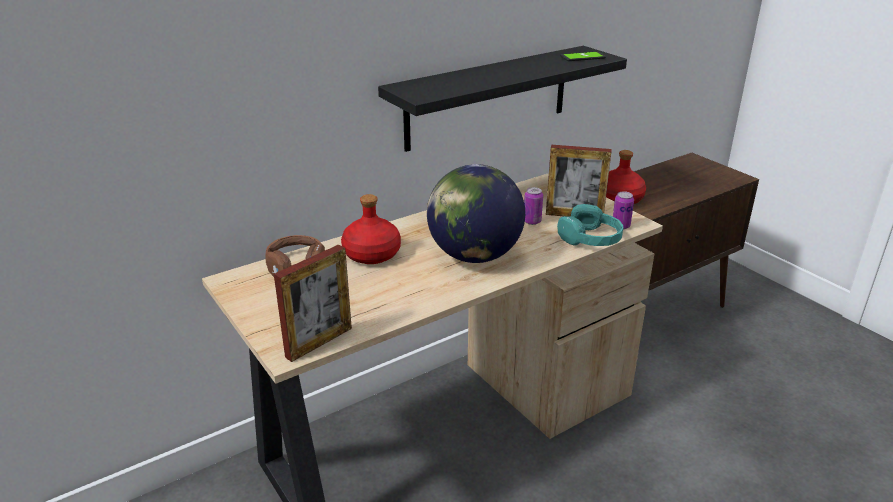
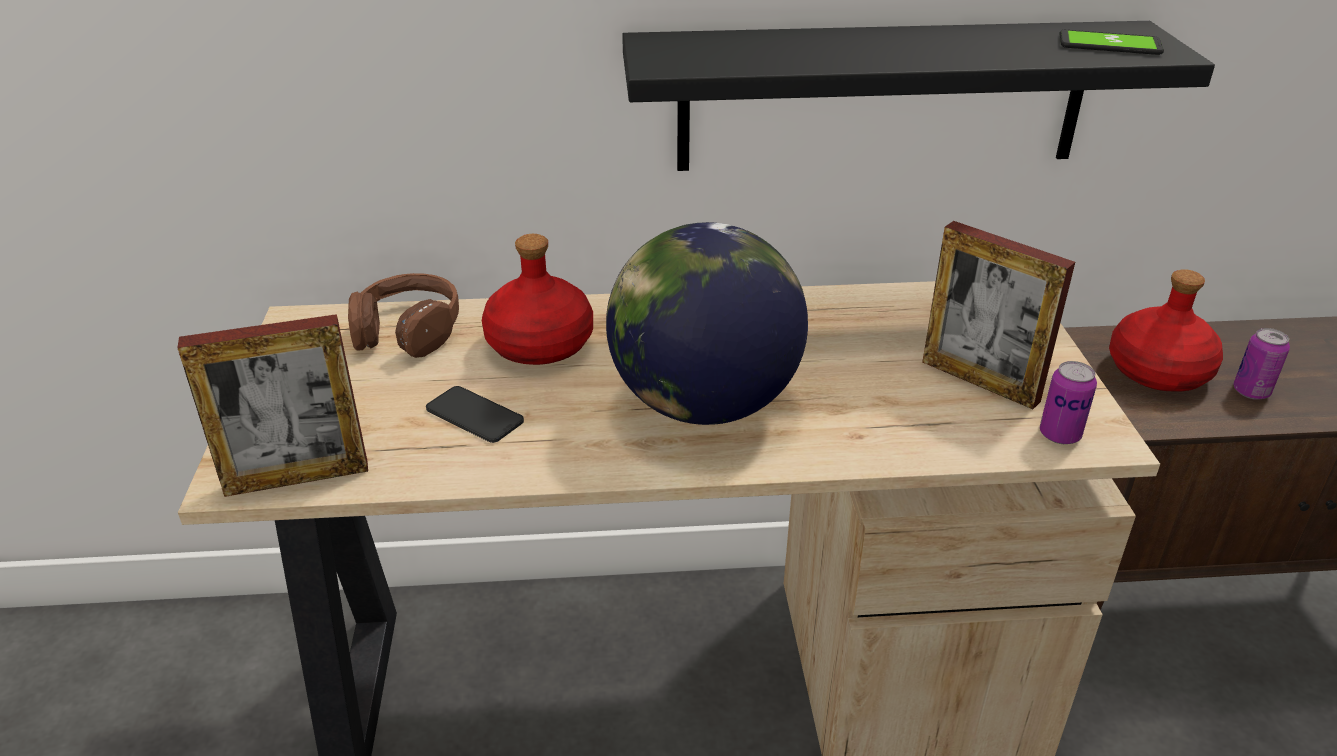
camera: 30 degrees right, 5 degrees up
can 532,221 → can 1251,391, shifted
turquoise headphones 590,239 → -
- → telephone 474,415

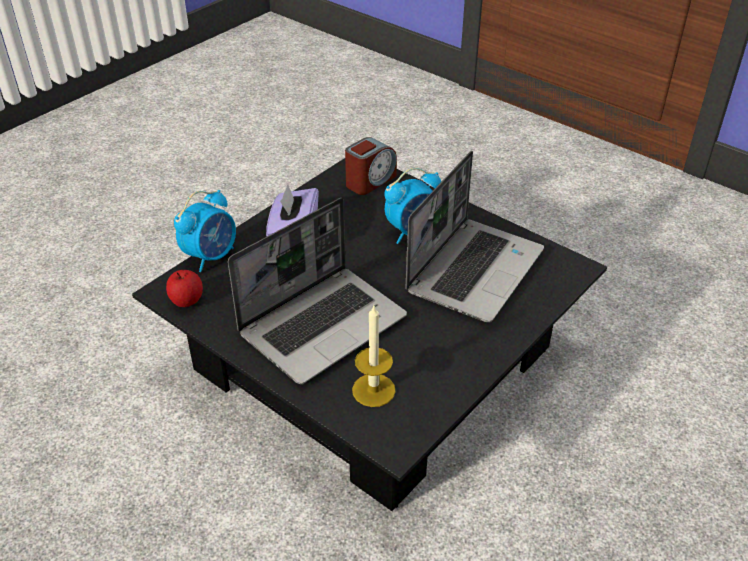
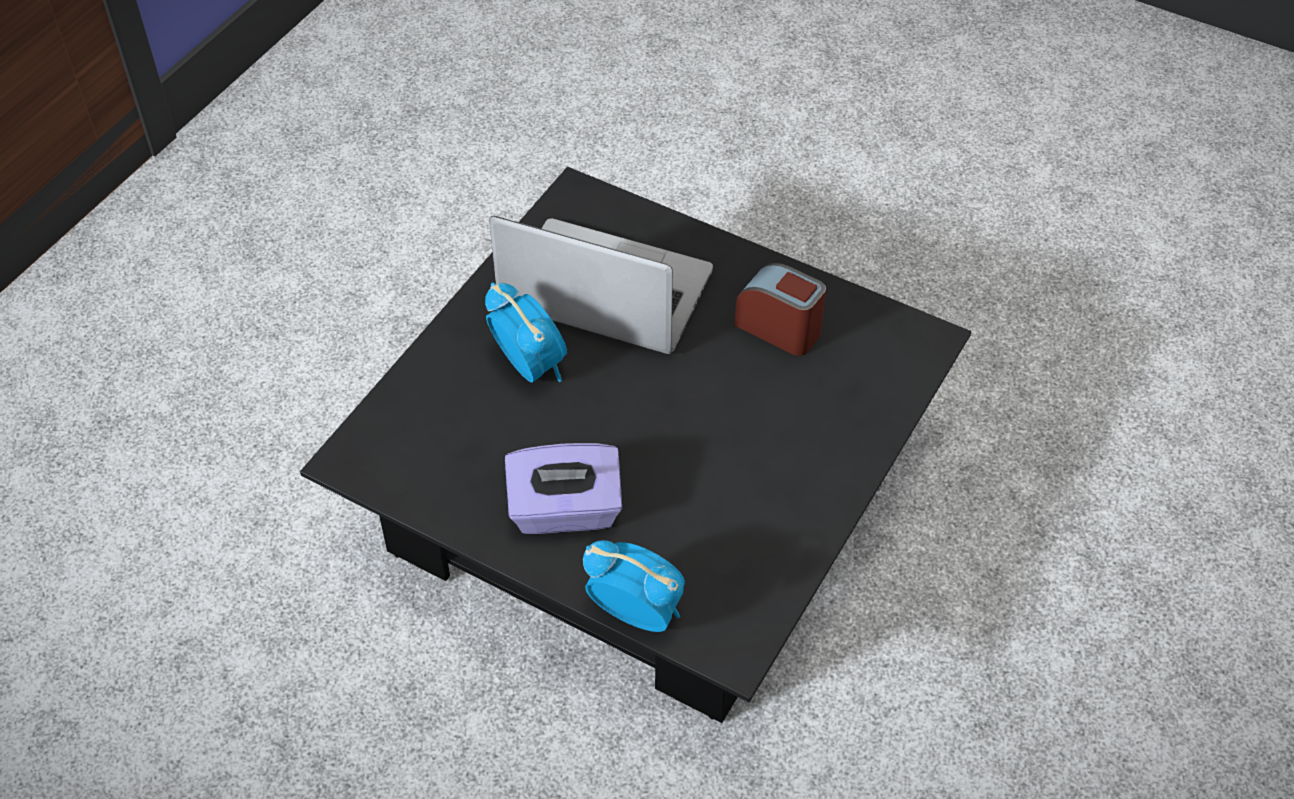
camera: 100 degrees left, 10 degrees up
apple 186,300 → -
laptop 323,324 → -
bedside clock 370,181 → bedside clock 779,328, shifted
candle 373,390 → -

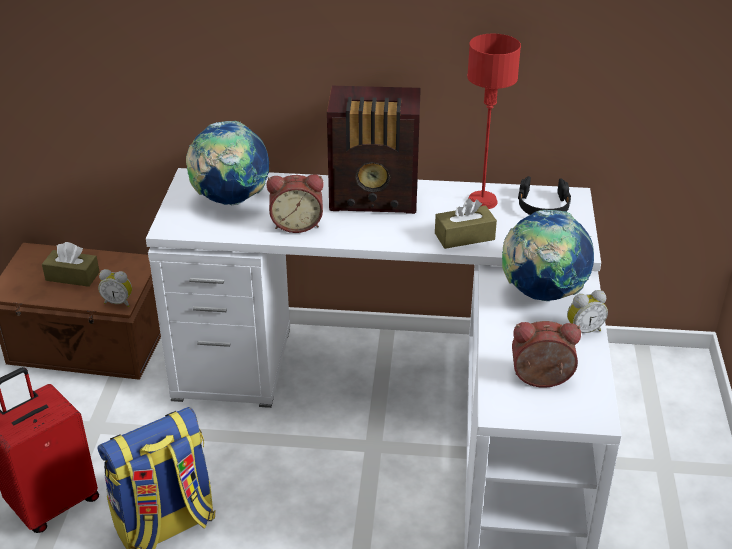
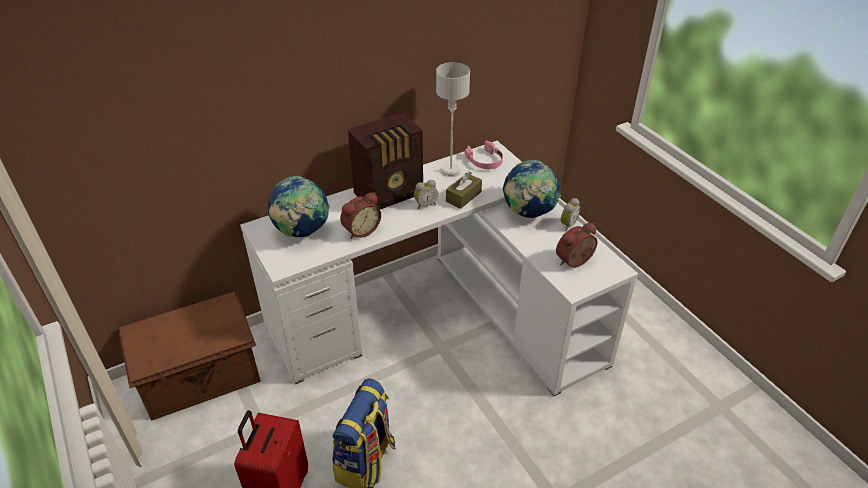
camera: 35 degrees left, 5 degrees up
brown box of tissues 72,276 → -
bedside clock 118,302 → bedside clock 425,204, shifted
red table lamp 481,201 → greyish table lamp 450,171
black-coloured headphones 543,206 → pinkish headphones 485,161

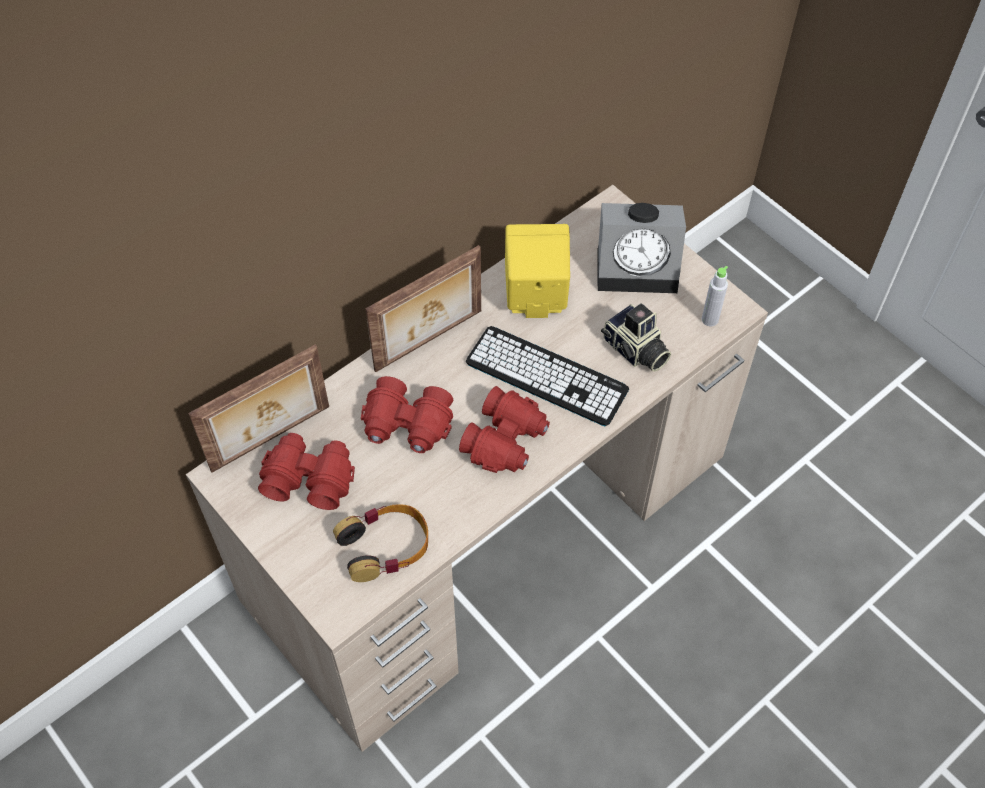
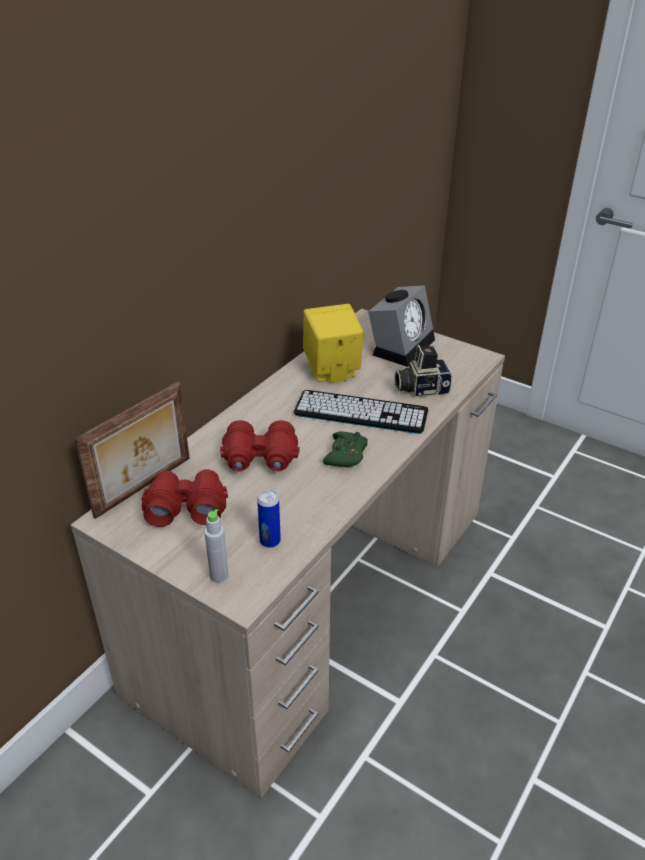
camera: 15 degrees left, 20 degrees down
headphones 385,546 → can 270,541
standing frame 429,342 → -
red field glasses 506,440 → green-coloured game controller 346,455
bedside clock 639,267 → bedside clock 401,345, 45 degrees counterclockwise
photo camera 635,351 → photo camera 421,388, 135 degrees clockwise
greyish bottle 710,319 → greyish bottle 219,576, shifted

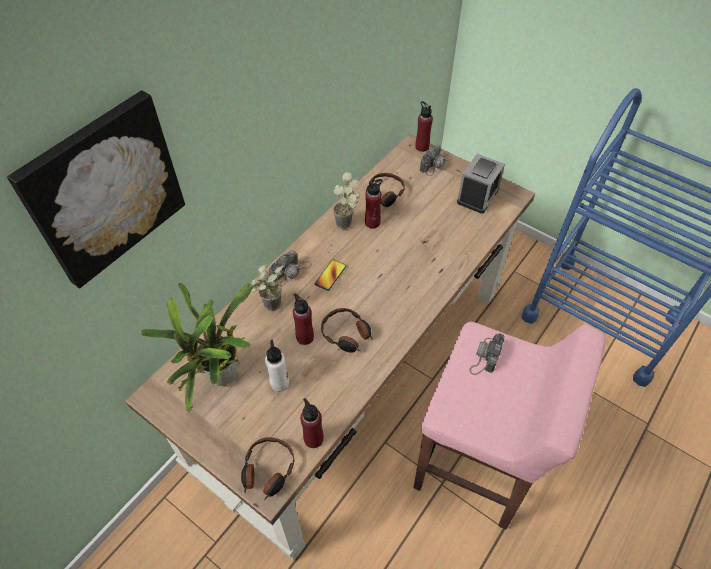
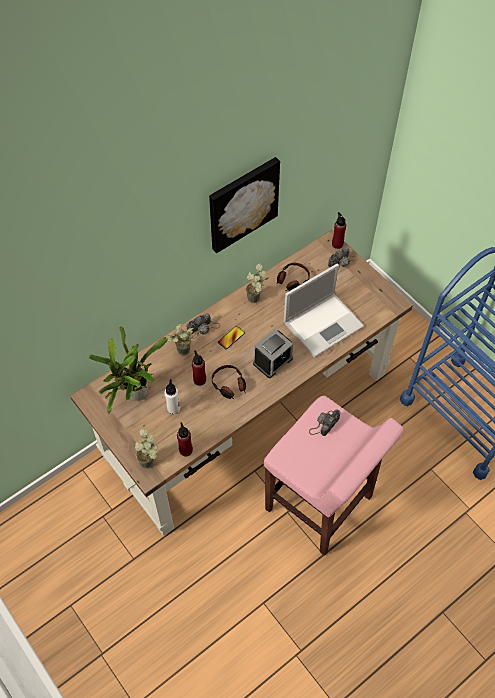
camera: 15 degrees right, 5 degrees up
wall art 103,189 → wall art 242,203, shifted
headphones 267,471 → potted plant 151,463
red bottle 372,223 → -
bedside clock 477,196 → bedside clock 272,361, shifted
- → laptop 324,323

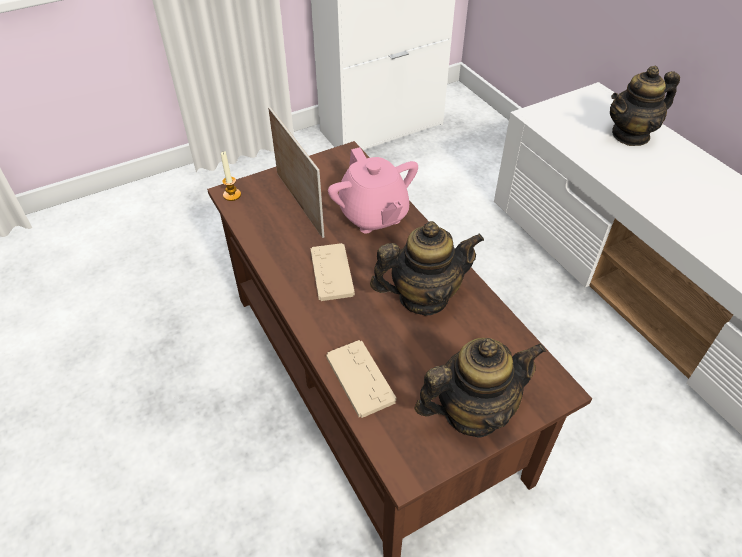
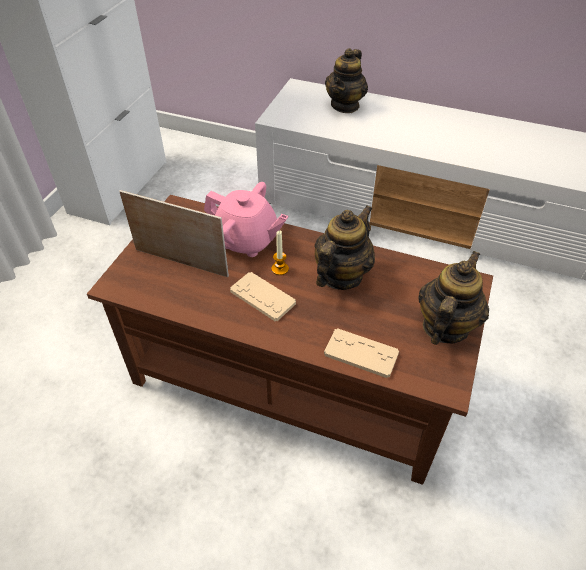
camera: 40 degrees left, 0 degrees up
candle 232,195 → candle 280,269, shifted

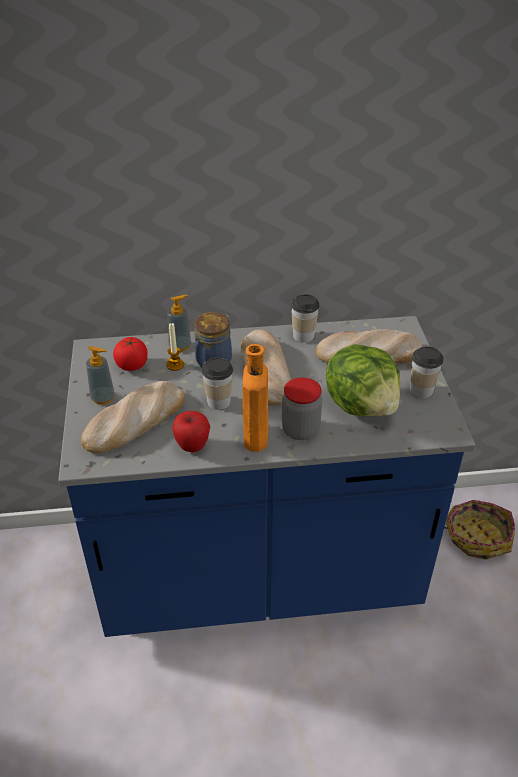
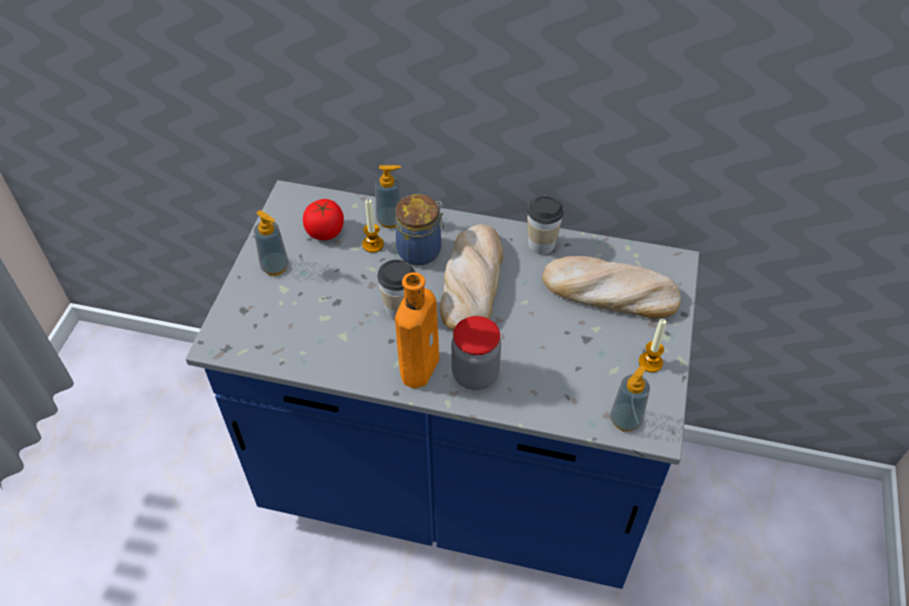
camera: 20 degrees right, 10 degrees up
bakery bread 134,422 → -
apple 192,446 → -
lettuce 362,405 → -
drinking cup 421,390 → candle 650,362
basket 476,536 → -
- → soap bottle 625,420

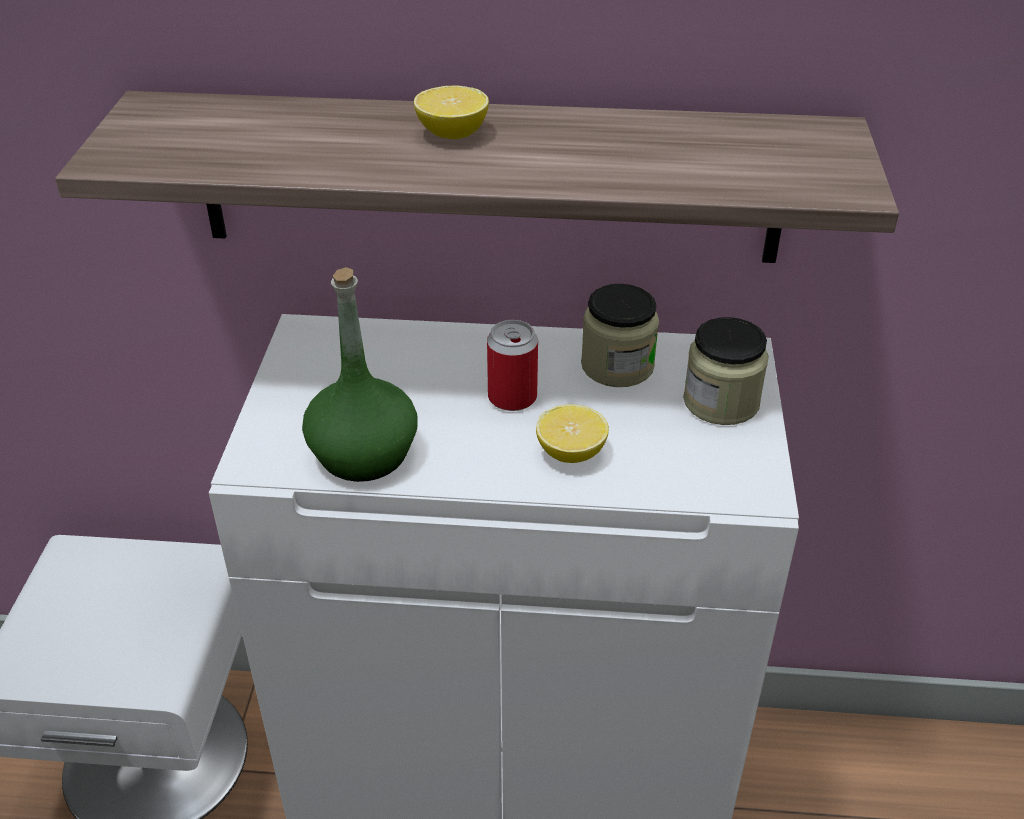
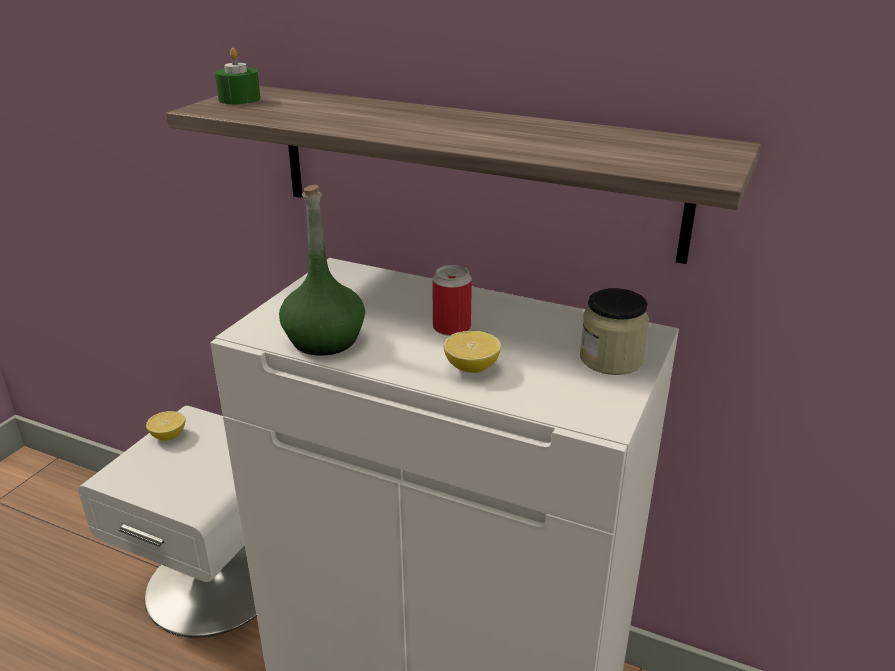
camera: 20 degrees right, 10 degrees down
citrus fruit 452,134 → citrus fruit 168,436, shifted
jar 617,366 → -
- → green-coloured candle 239,99

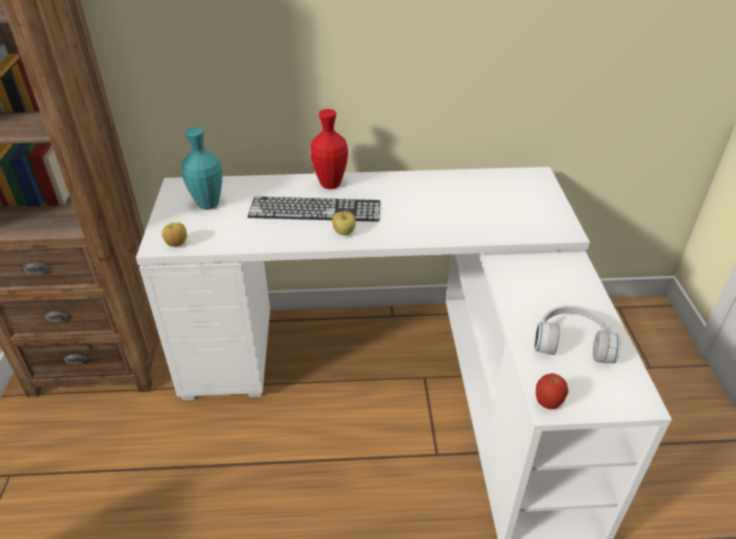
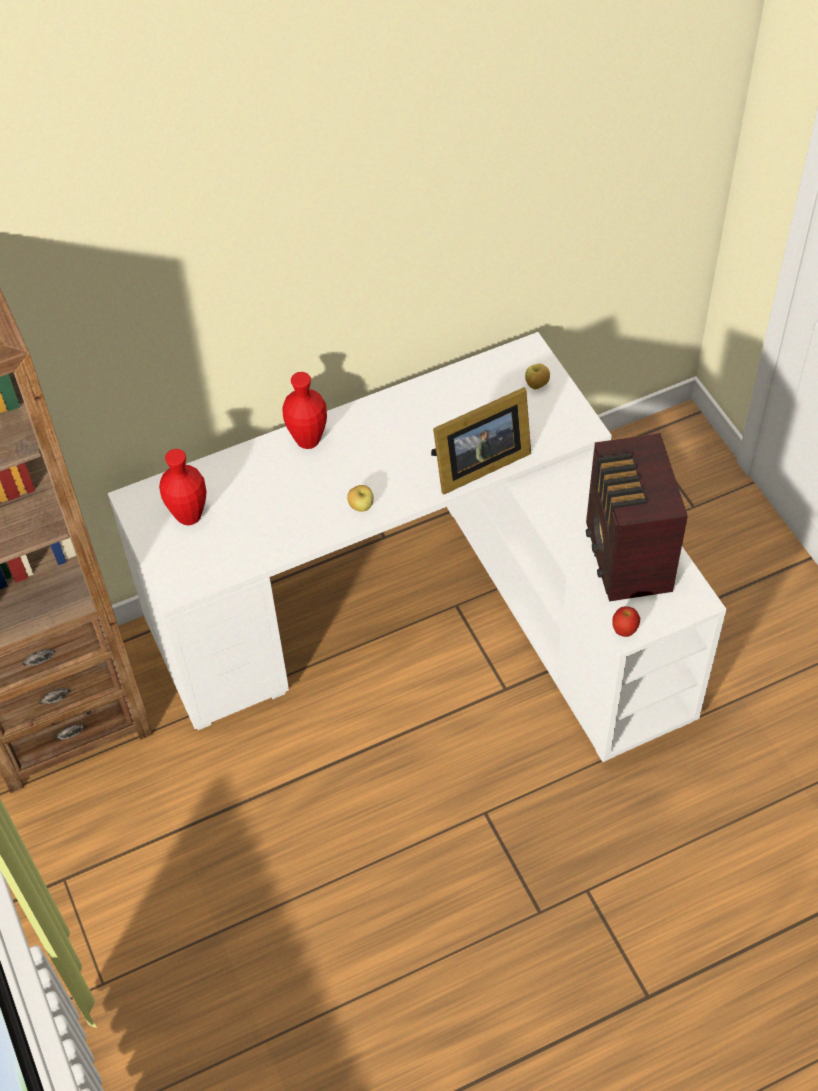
camera: 20 degrees left, 15 degrees up
apple 176,244 → apple 536,385, shifted
turquoise vase 208,204 → red vase 189,516
computer keyboard 315,209 → -
whitish headphones 572,341 → radio 626,559
- → standing frame 476,465

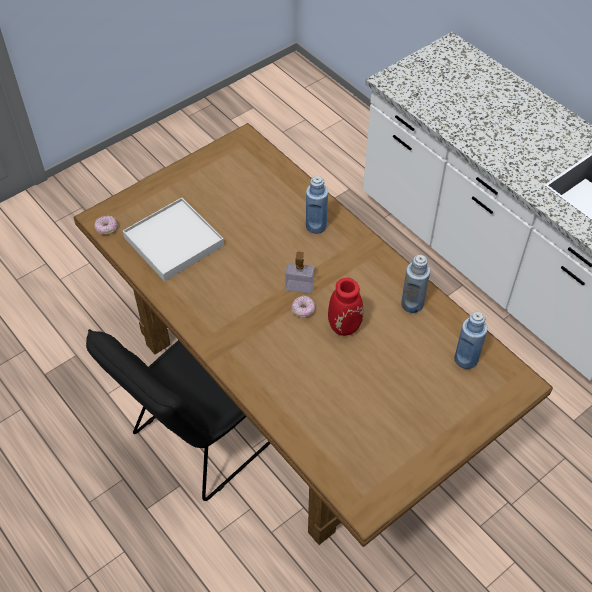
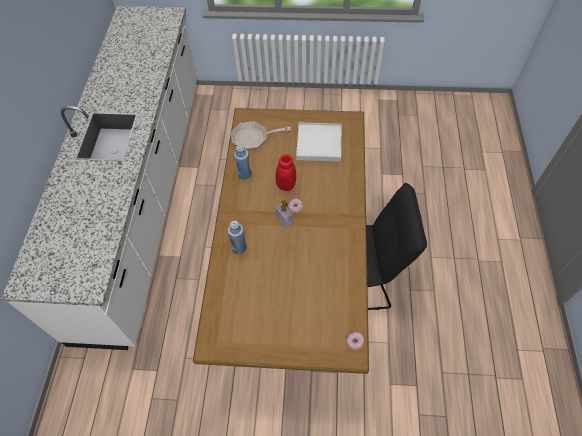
camera: 135 degrees left, 5 degrees up
whitish carrying tray 174,242 → whitish carrying tray 319,143, shifted
blue bottle 466,359 → skillet 253,138

